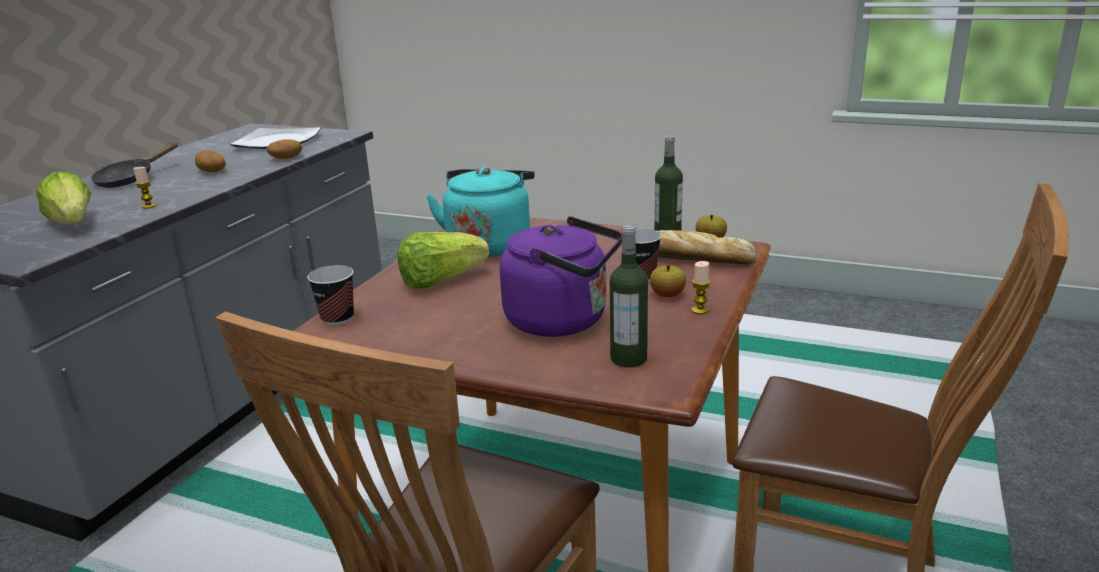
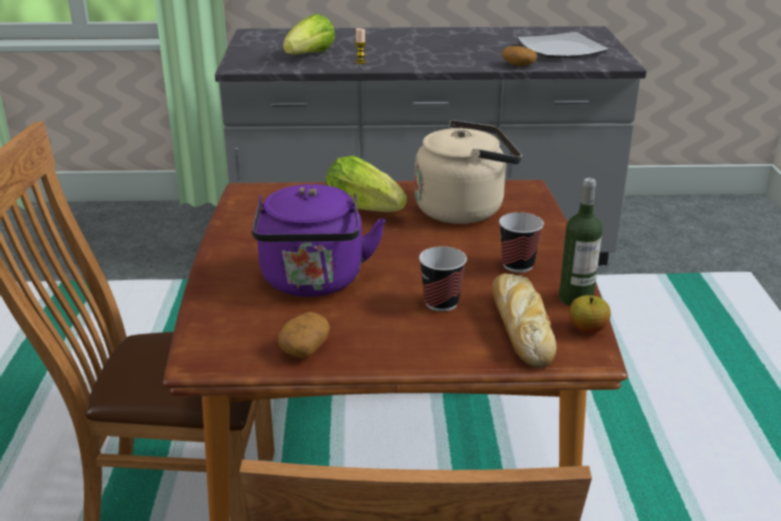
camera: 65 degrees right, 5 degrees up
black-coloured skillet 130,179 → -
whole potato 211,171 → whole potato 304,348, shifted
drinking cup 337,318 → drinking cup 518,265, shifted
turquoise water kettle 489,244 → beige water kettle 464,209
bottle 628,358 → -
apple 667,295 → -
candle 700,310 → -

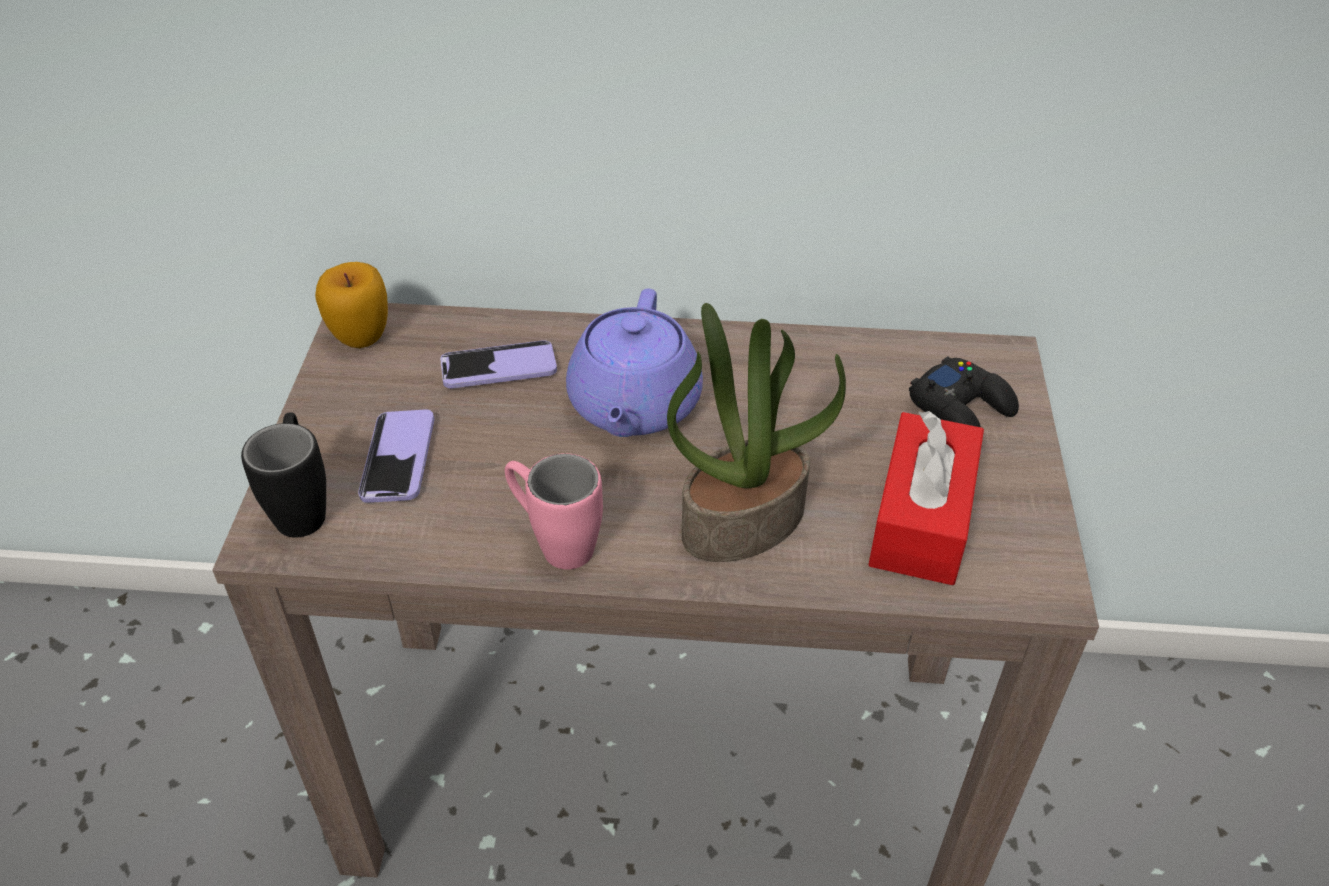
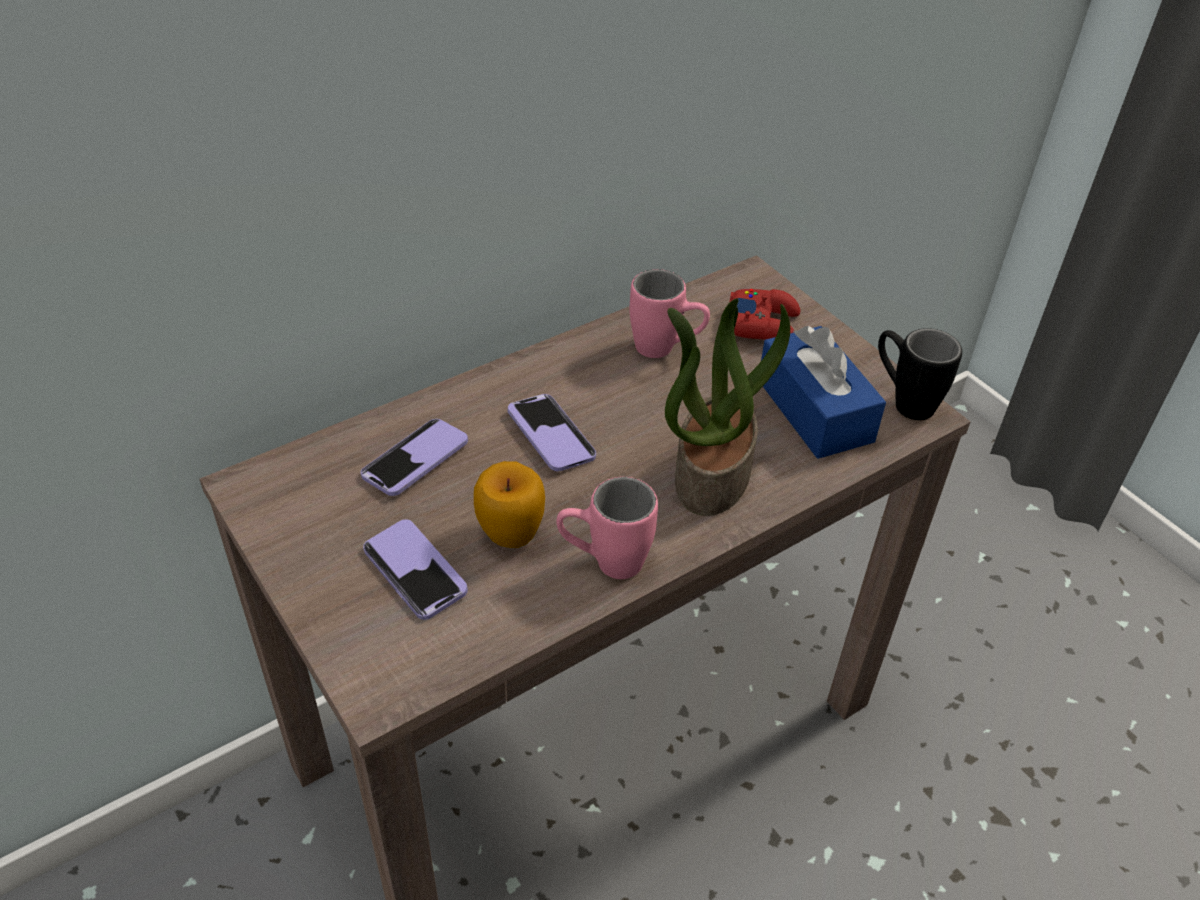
camera: 40 degrees left, 0 degrees up
black-coloured tea mug 302,506 → black-coloured tea mug 903,400, shifted
apple 361,336 → apple 510,534, shifted
purplish tea pot 633,406 → telephone 551,435
red box of tissues 921,519 → blue box of tissues 814,410
black-coloured game controller 962,409 → red game controller 763,325
- → pinkish tea mug 666,350

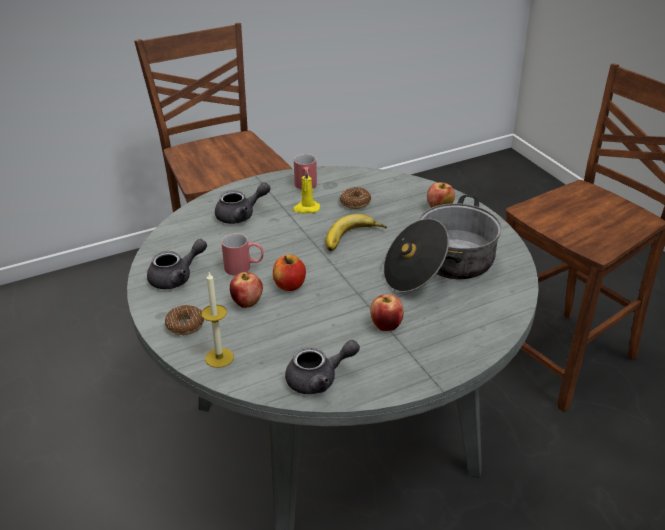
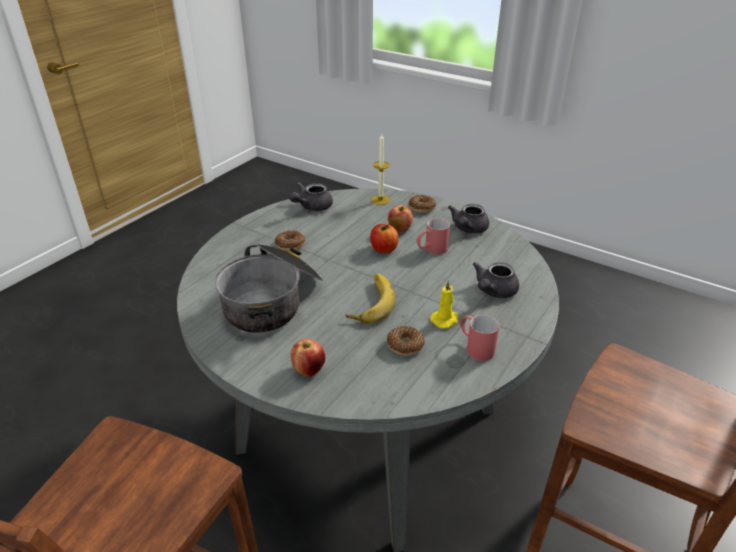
camera: 150 degrees right, 0 degrees up
apple 386,326 → donut 290,245

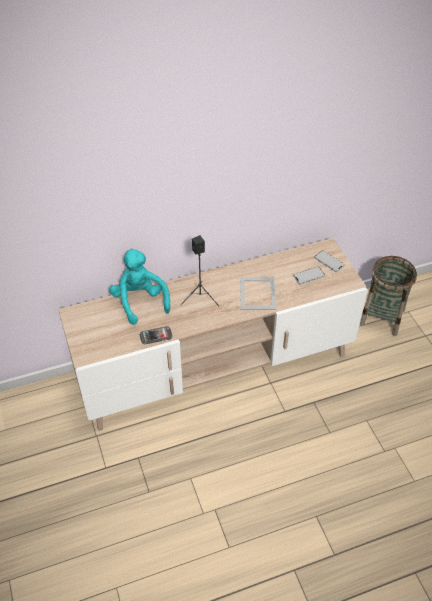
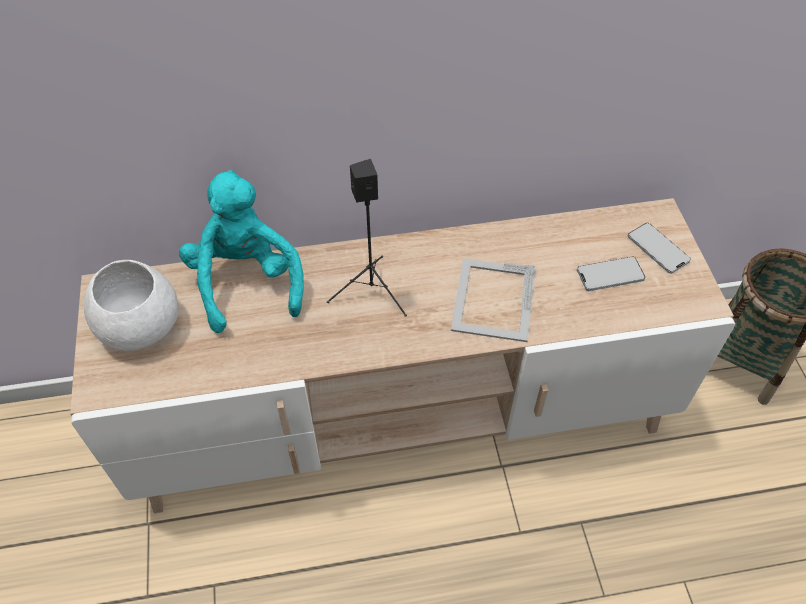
camera: 10 degrees right, 5 degrees up
telephone 156,336 → -
- → whitish serving bowl 139,324

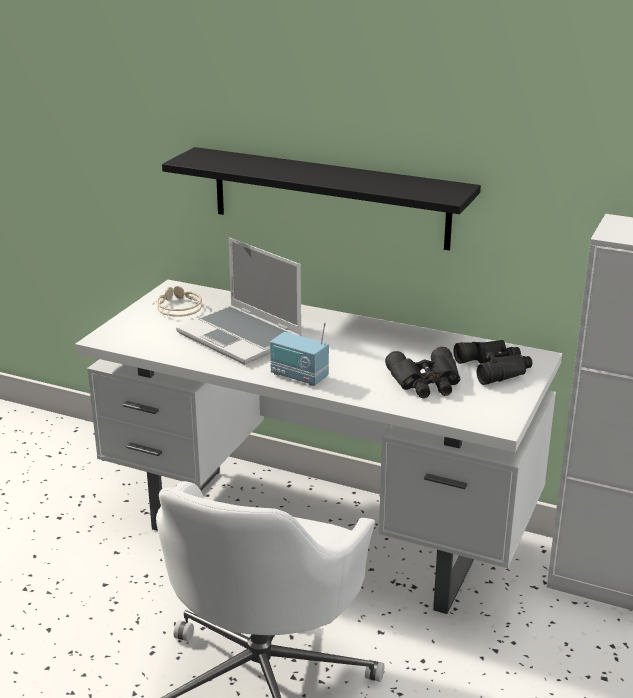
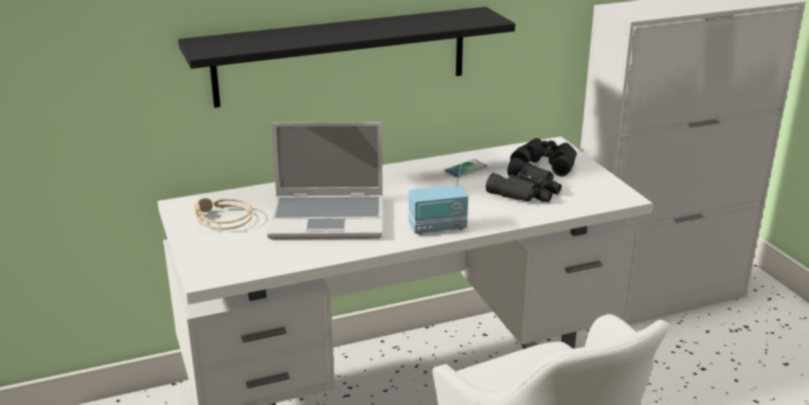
camera: 45 degrees left, 0 degrees up
- → telephone 465,169

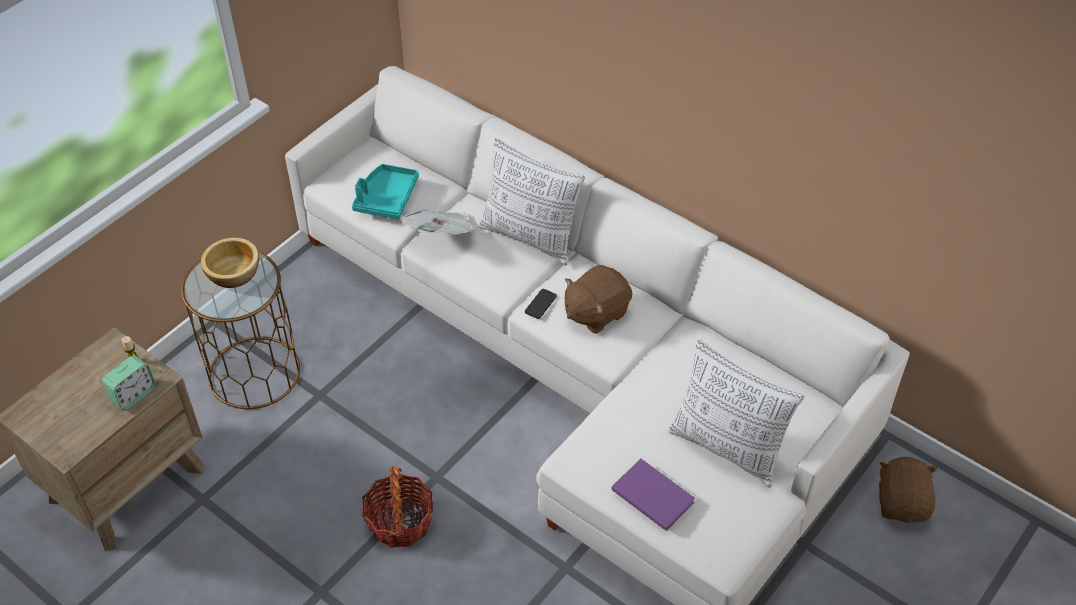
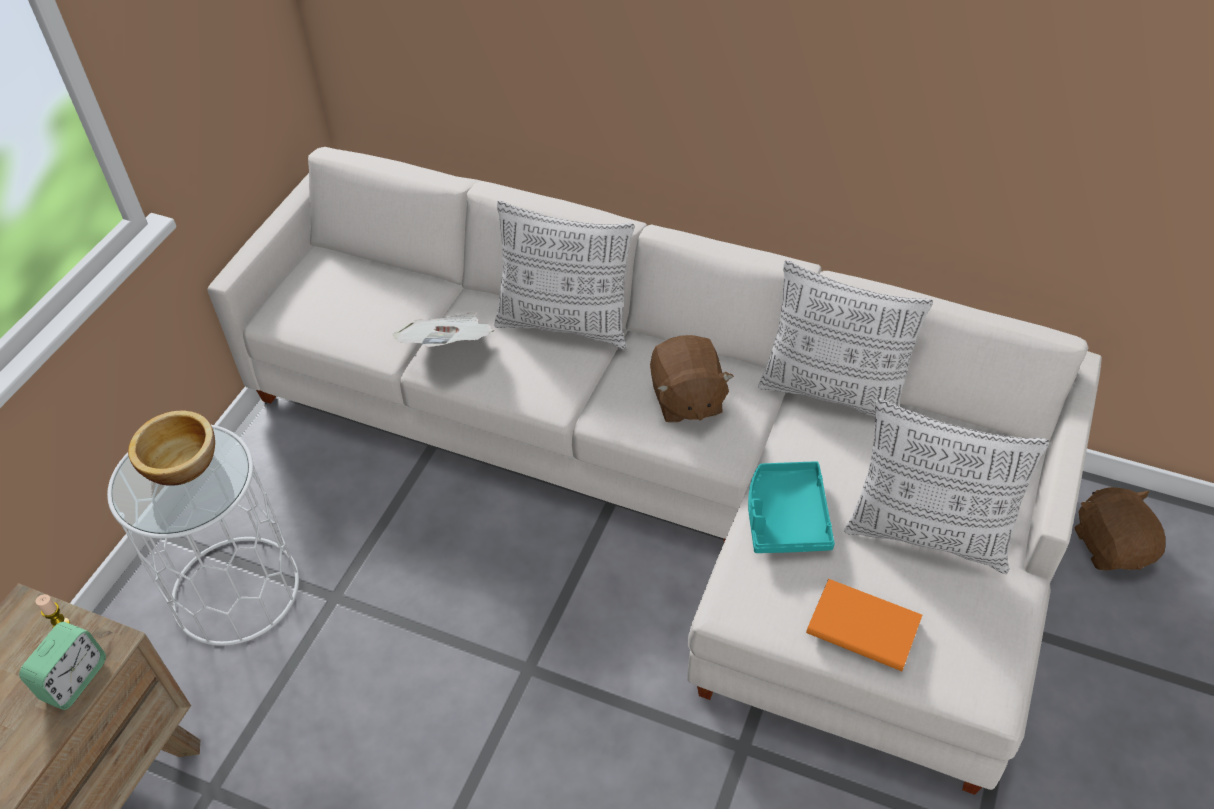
camera: 15 degrees left, 0 degrees up
brown accent table 254,372 → whitish accent table 236,589
turquoise carrying tray 386,198 → turquoise carrying tray 785,517, shifted
basket 400,522 → -
telephone 540,304 → -
brown plush toy 596,312 → brown plush toy 686,399, 45 degrees counterclockwise
purplish bound book 653,494 → orangey bound book 862,624
- → cushion 833,393

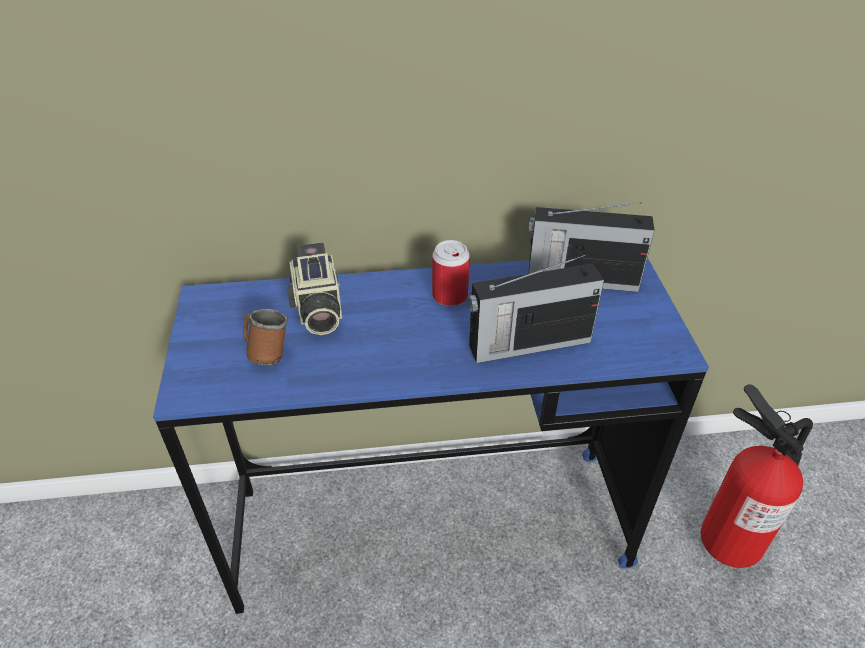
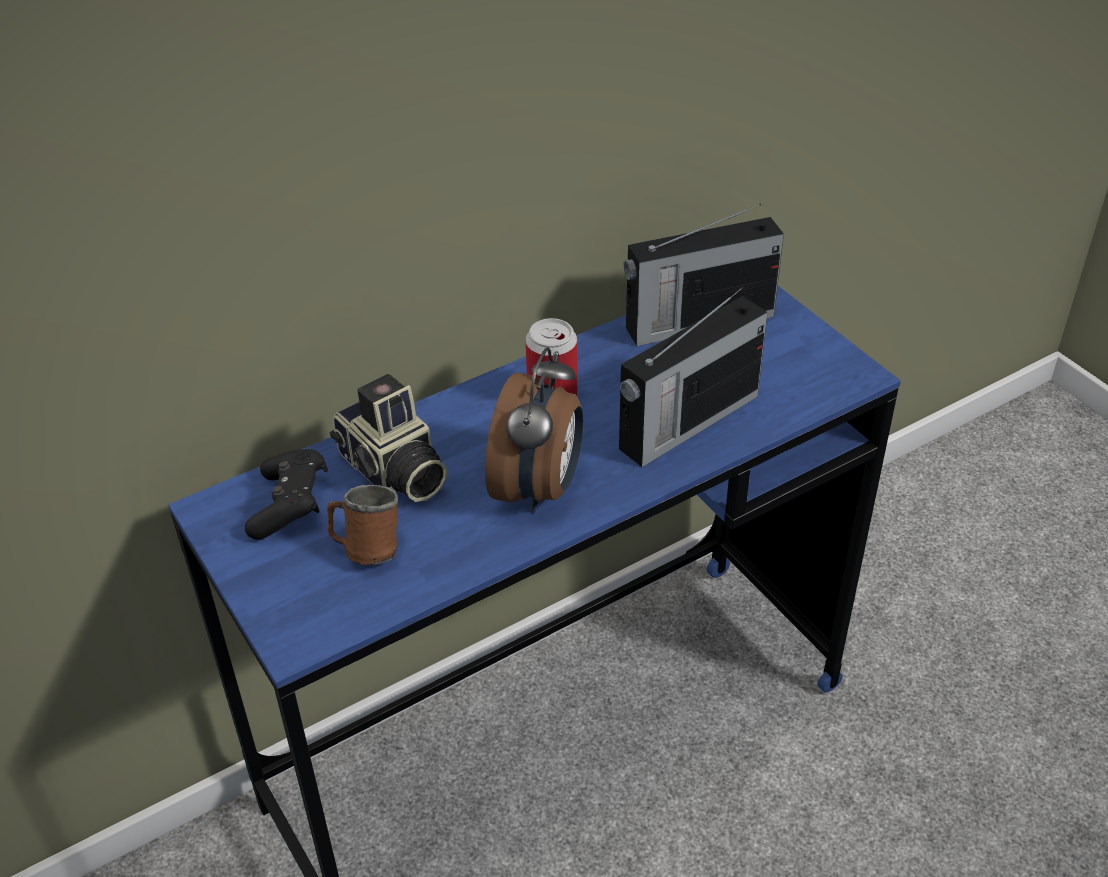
camera: 25 degrees left, 0 degrees up
fire extinguisher 732,538 → -
- → black-coloured game controller 290,506
- → bedside clock 539,488

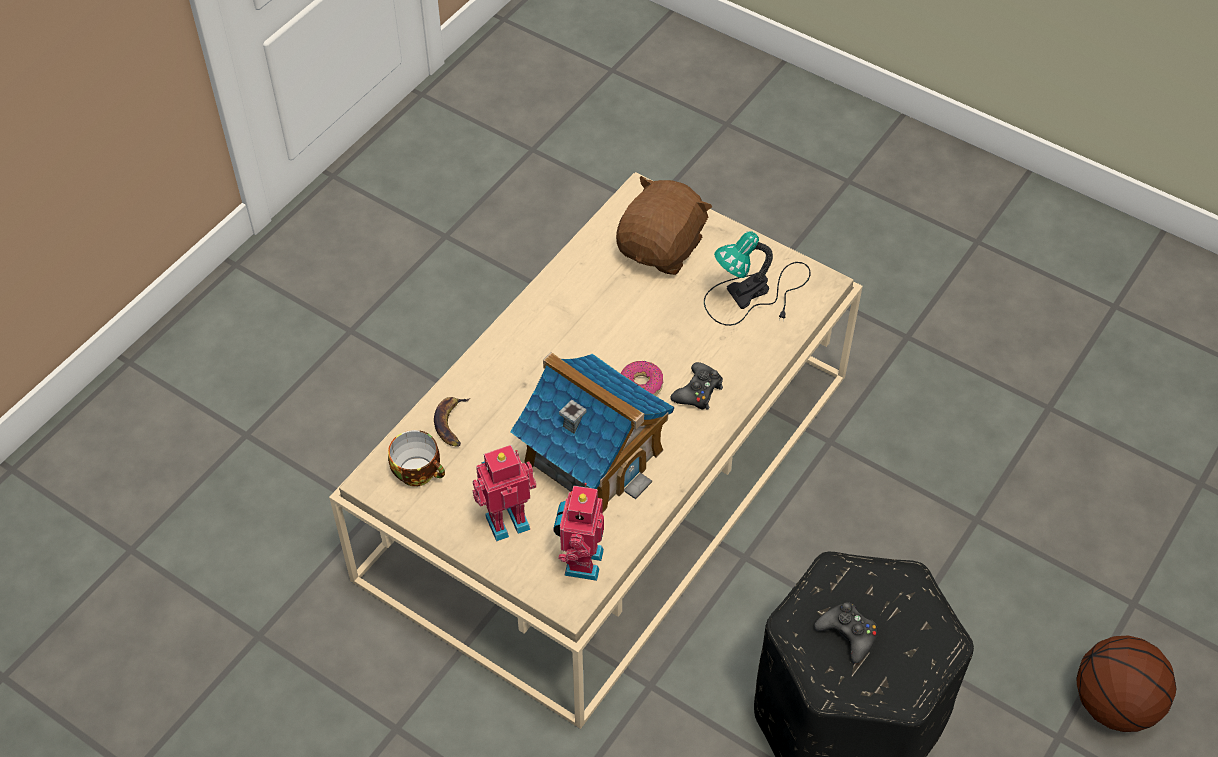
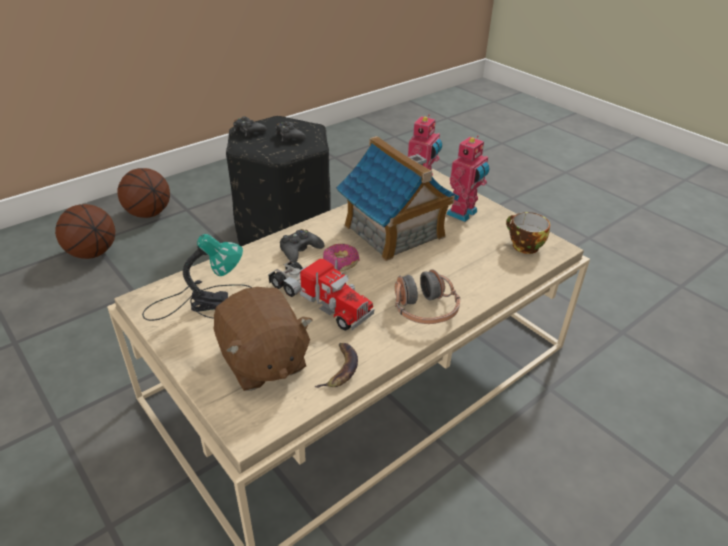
camera: 165 degrees left, 15 degrees down
banana fruit 452,423 → banana fruit 340,368, shifted
toy robot 506,519 → toy robot 463,214, 45 degrees counterclockwise
brown plush toy 662,248 → brown plush toy 263,361, 75 degrees counterclockwise
- → ball for basketball 92,253
- → black-coloured game controller 249,131
- → model truck 319,300
- → headphones 424,309

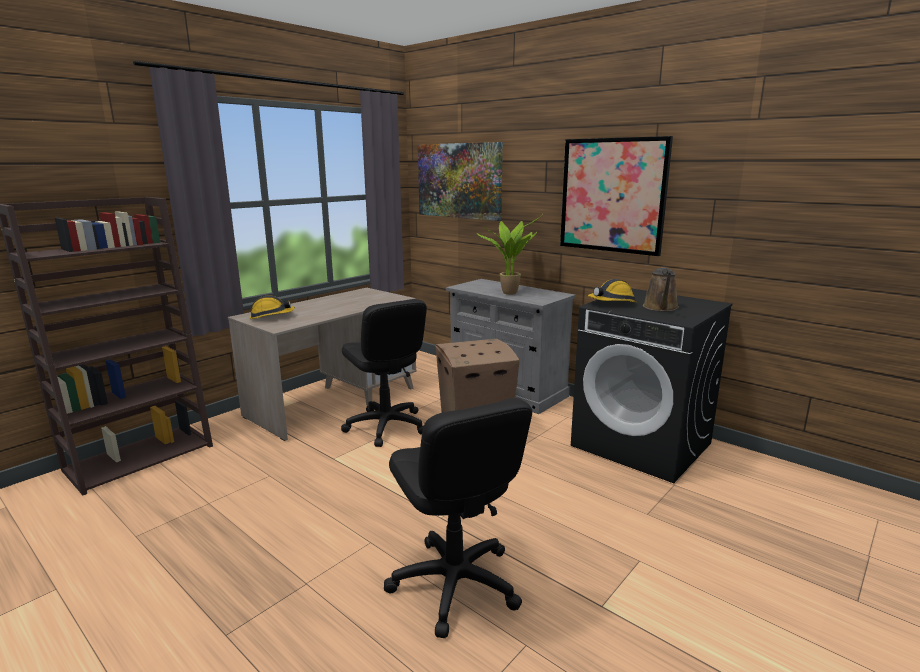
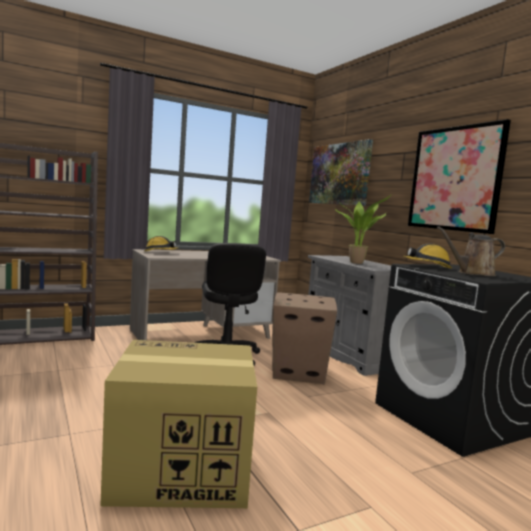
camera: 20 degrees right, 10 degrees down
black-coloured desk chair 454,584 → cardboard box 179,469
brown watering pot 661,308 → brown watering pot 473,273, 45 degrees clockwise

